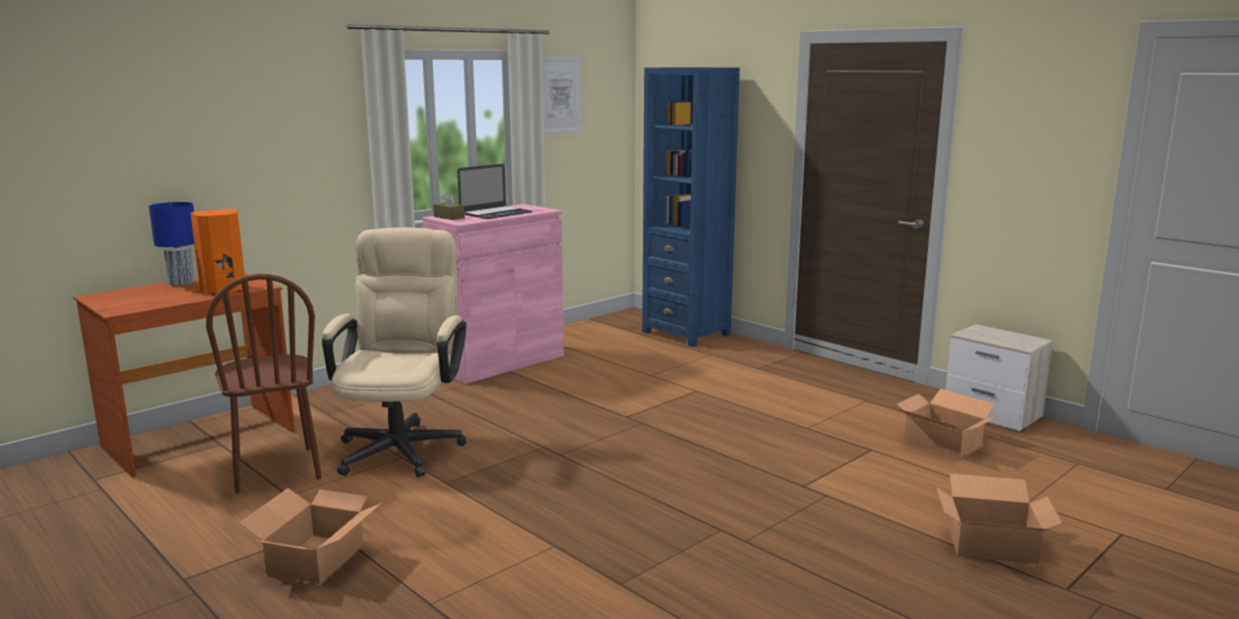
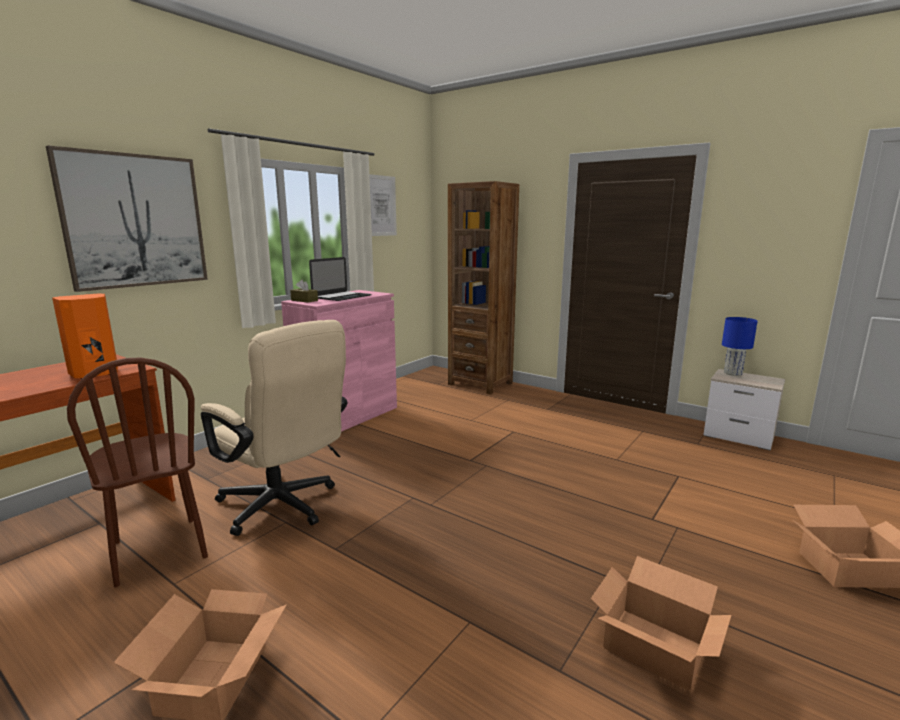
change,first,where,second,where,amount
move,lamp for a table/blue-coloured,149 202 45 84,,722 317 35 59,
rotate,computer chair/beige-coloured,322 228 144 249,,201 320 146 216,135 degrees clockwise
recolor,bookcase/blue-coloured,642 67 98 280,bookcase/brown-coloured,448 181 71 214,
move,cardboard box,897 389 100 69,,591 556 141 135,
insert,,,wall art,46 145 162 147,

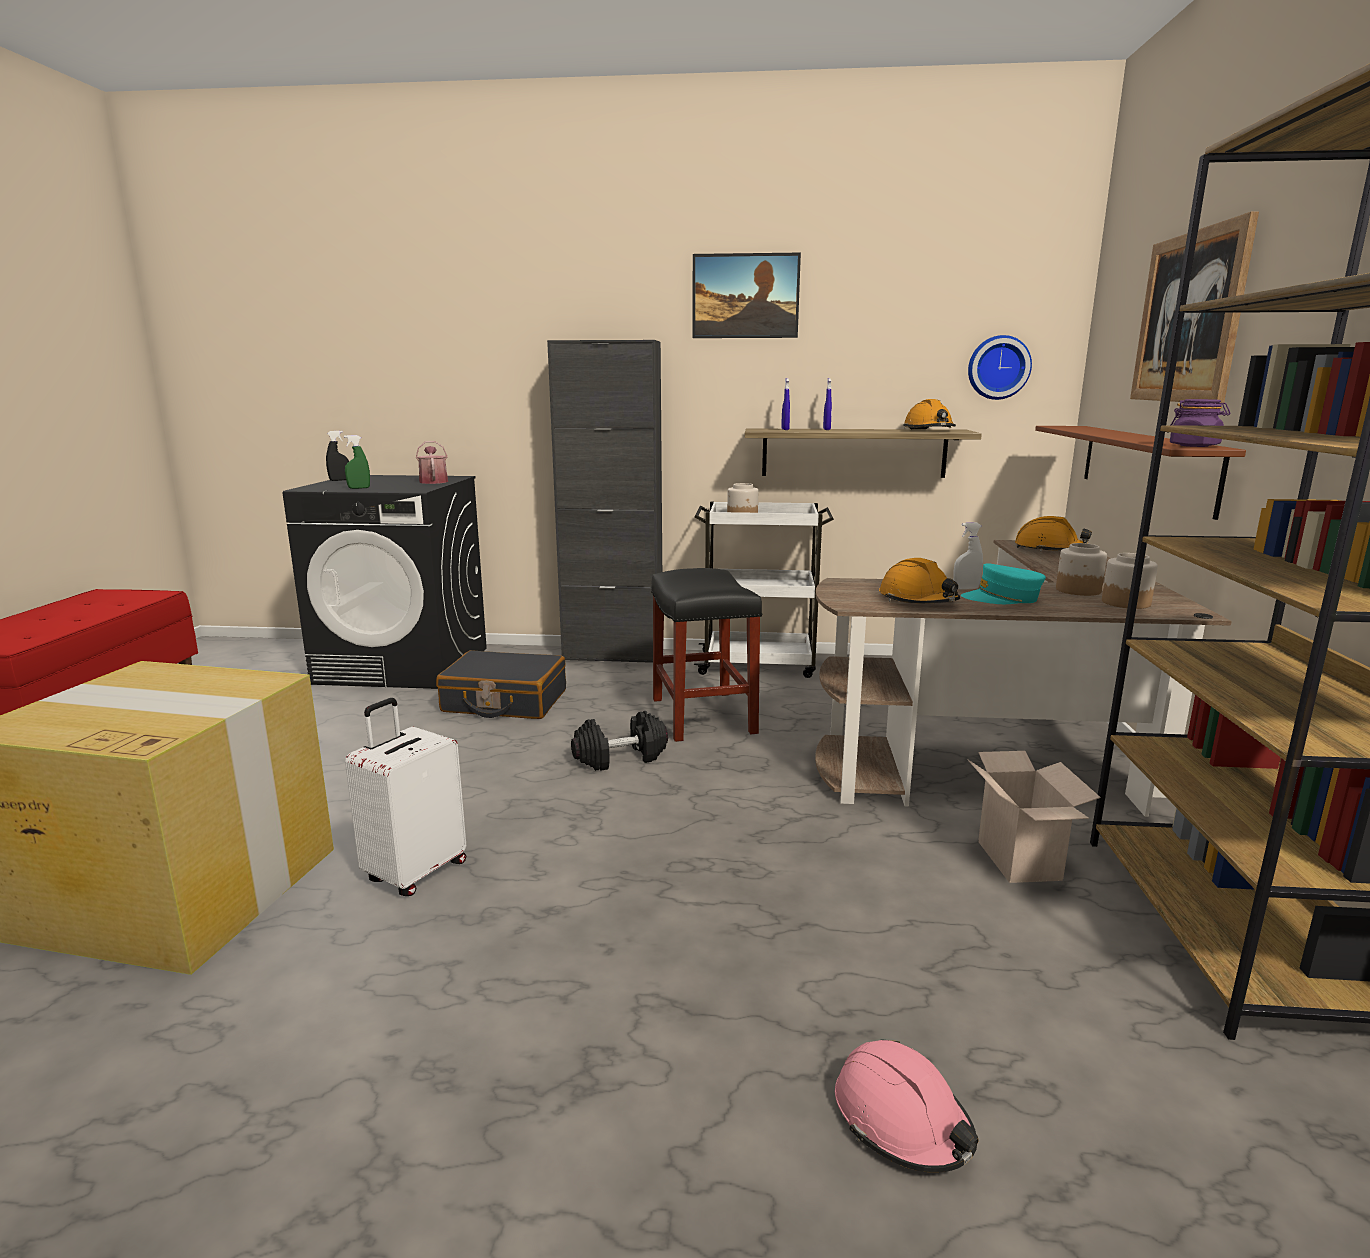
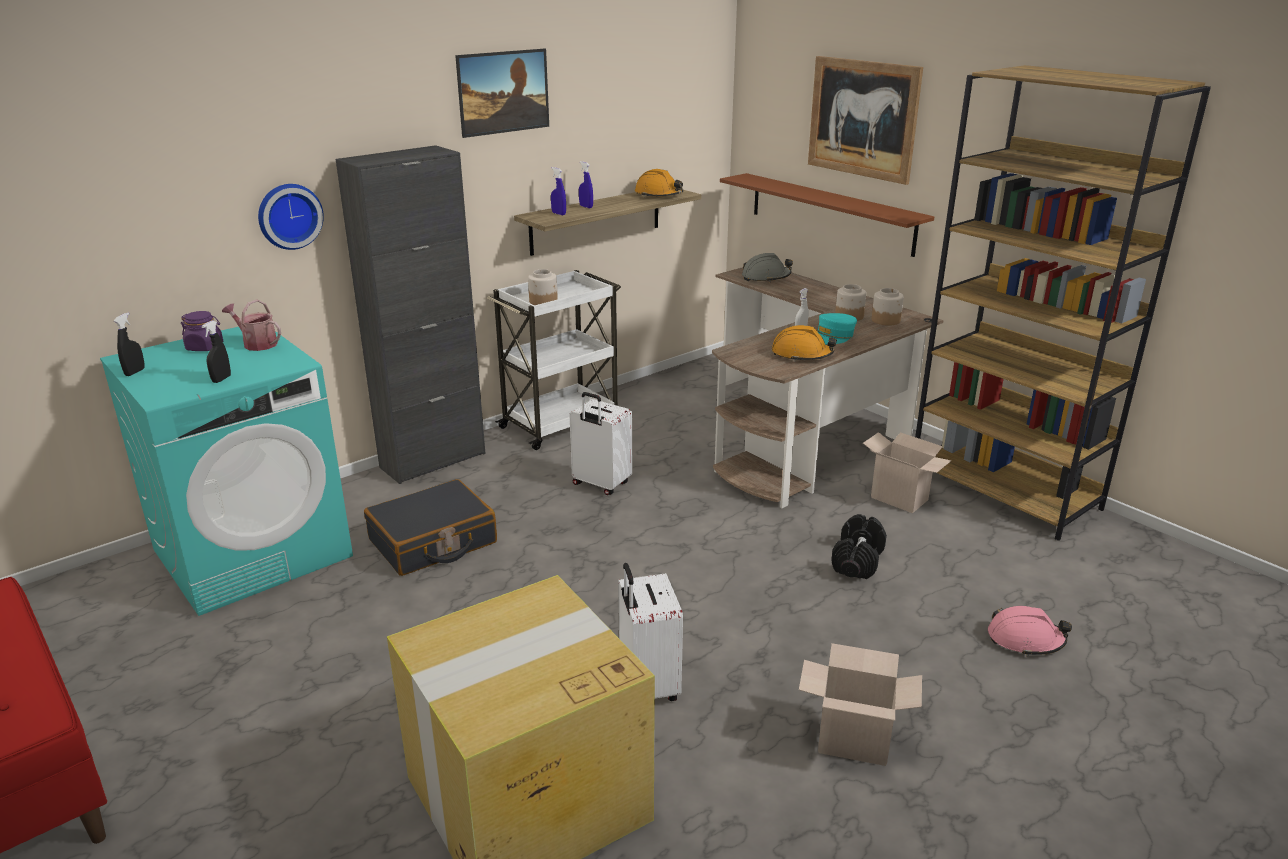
change,first,where,second,where,amount
recolor,washing machine/blackish,283 475 204 214,washing machine/turquoise-coloured,100 327 253 289,
recolor,sprayer/green-coloured,344 435 26 54,sprayer/blackish,202 321 29 62,
move,free weight/blackish,571 711 97 60,,831 514 56 65,
replace,stool seat/blackish,651 568 112 174,piece of luggage/white-coloured,569 392 64 103,
move,clock on the wall,968 335 64 65,,258 184 66 66,
recolor,safety helmet/orange,1015 516 77 36,safety helmet/grey,742 253 51 29,
move,preserve jar/purple-coloured,1170 399 60 48,,181 311 42 40,
insert,,,cardboard box,799 643 123 123,

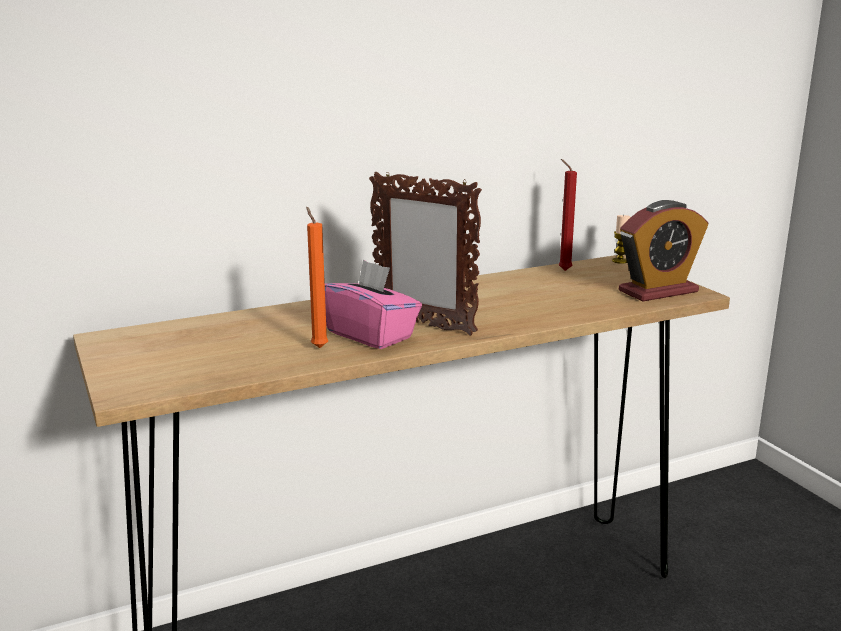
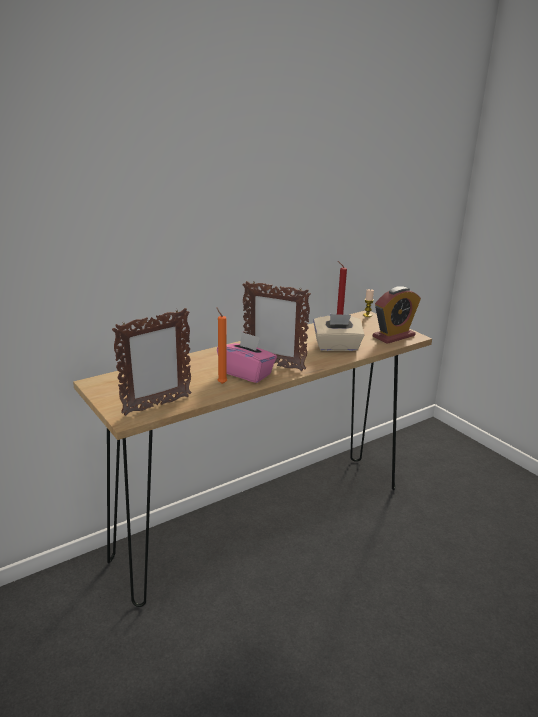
change,first,where,second,where,amount
insert,,,photo frame,112 308 80 108,
insert,,,tissue box/beige-coloured,313 314 52 37,

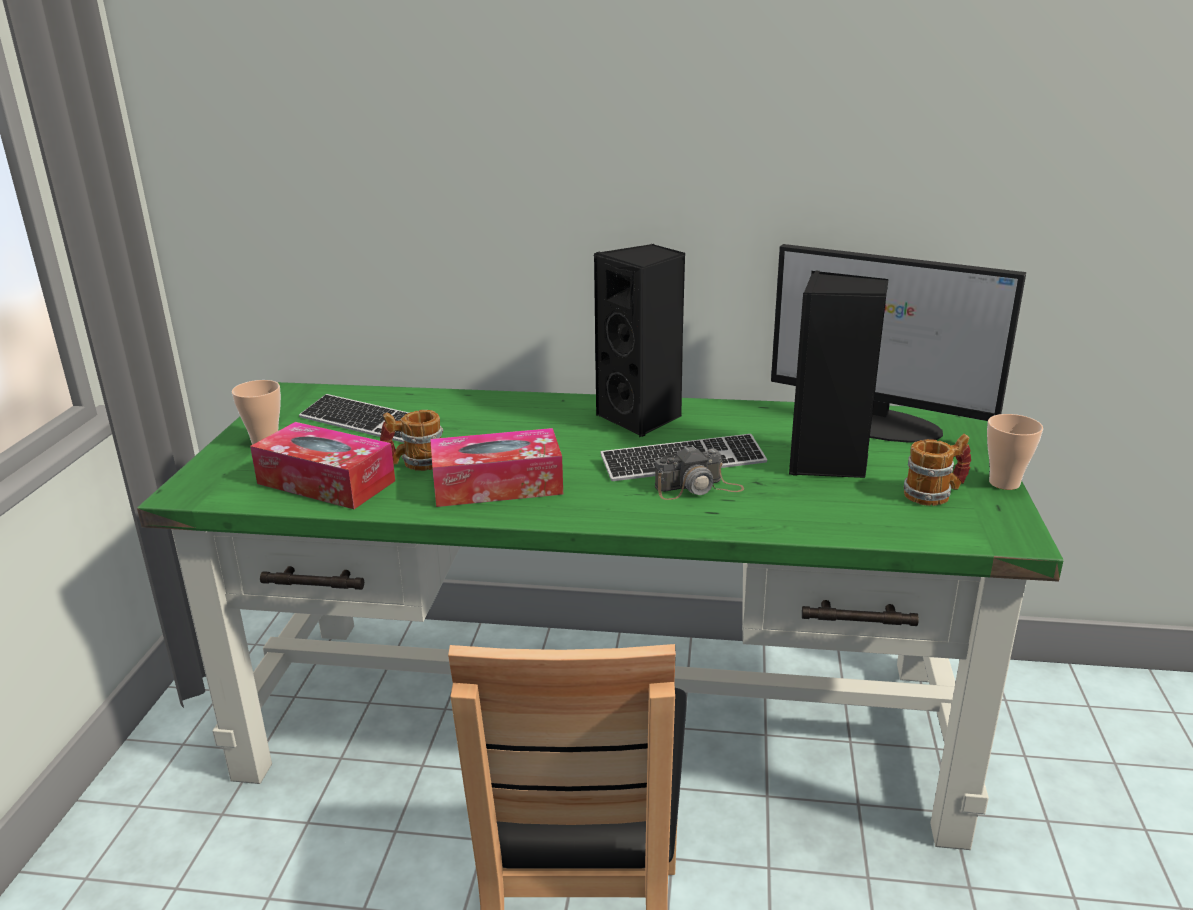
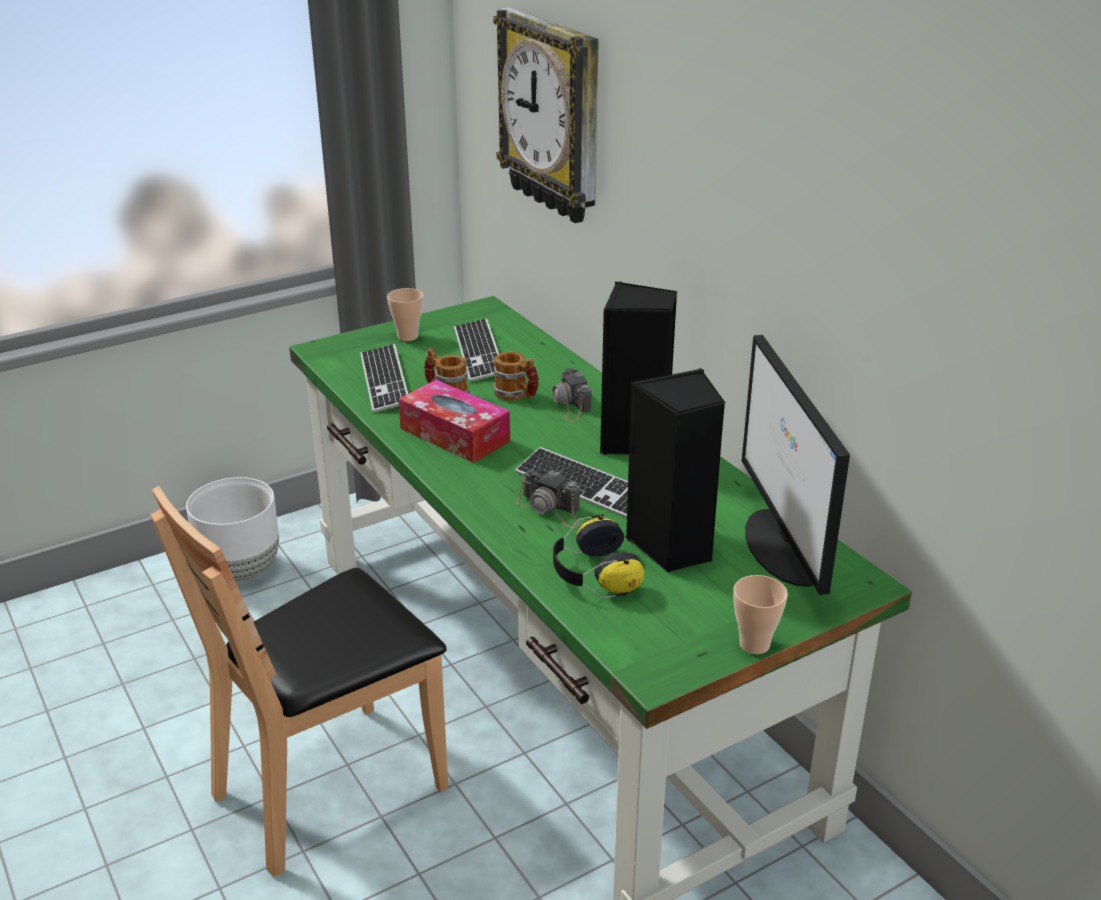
change,first,where,second,where,amount
replace,tissue box,250 422 145 87,computer keyboard,360 344 48 68,
move,coffee mug,904 434 67 72,,494 351 45 50,
insert,,,flower pot/white-coloured,186 477 93 104,
insert,,,clock on the wall,493 7 106 216,
insert,,,photo camera,551 368 41 53,
insert,,,pair of headphones,553 514 91 84,

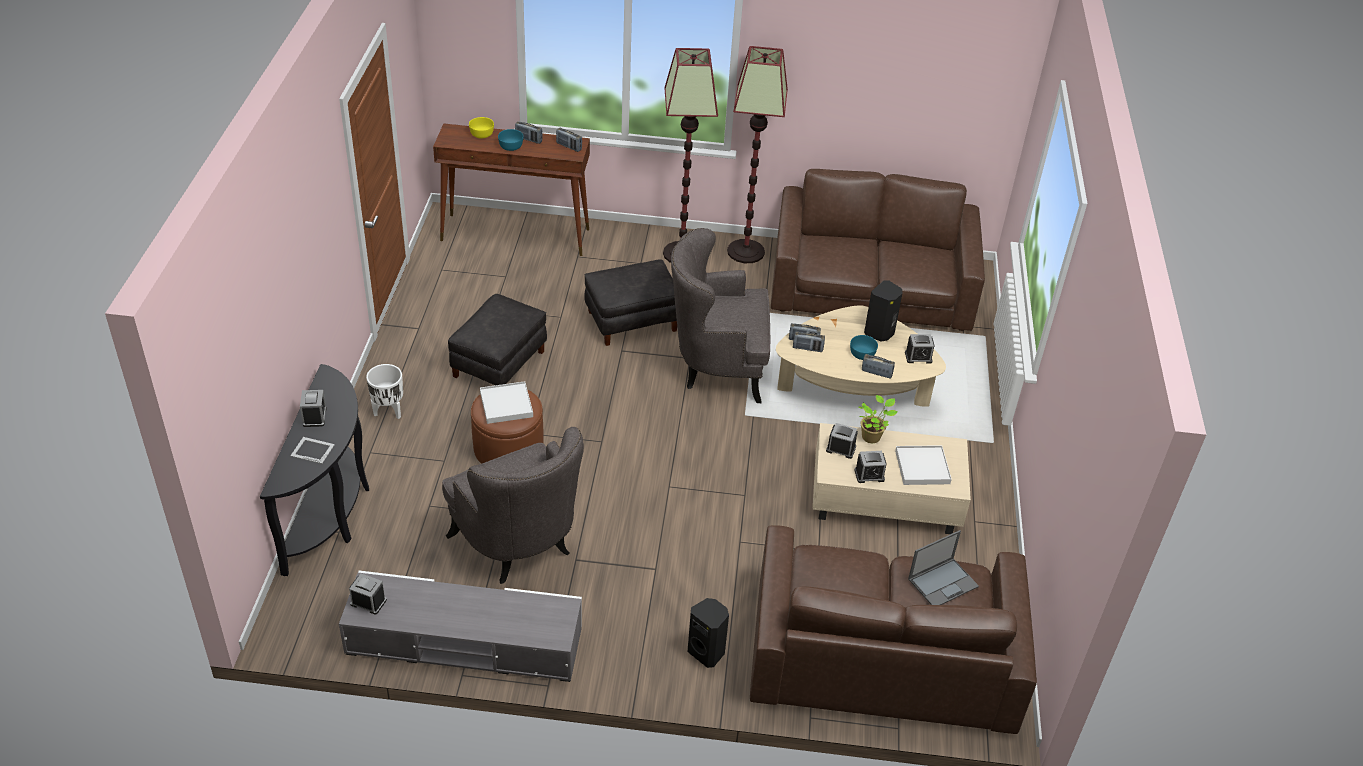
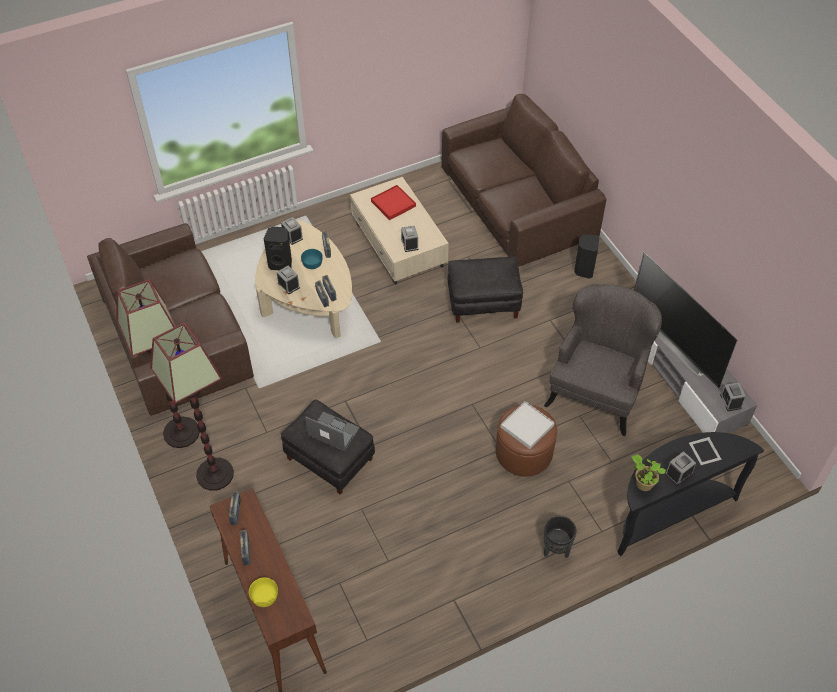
change,first,where,second,where,amount
recolor,flower pot/white-coloured,366 364 37 55,flower pot/blackish,544 516 33 42,
move,footrest/blackish,448 294 99 91,,448 256 75 67,
delete,bowl/turquoise-coloured,498 129 25 22,,,
delete,armchair/grey,671 228 99 175,,,
move,alarm clock,854 451 33 32,,277 265 23 29,
move,plant in a pot,858 395 39 48,,632 454 34 37,
recolor,tray/white-coloured,895 445 57 40,tray/red,371 185 45 35,
move,notebook computer,908 530 71 75,,305 412 55 39,
insert,,,TV set,634 252 103 136,

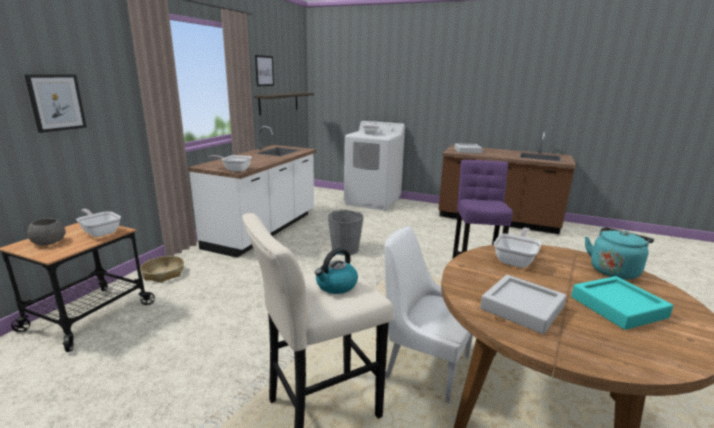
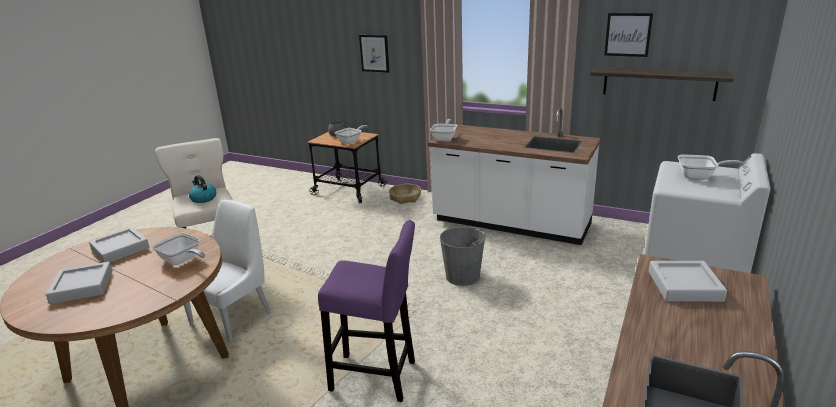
change,first,where,second,where,amount
recolor,tray/turquoise-coloured,571 276 103 54,tray/grey,46 262 67 42,
delete,water kettle/turquoise-coloured,585 227 69 53,,,

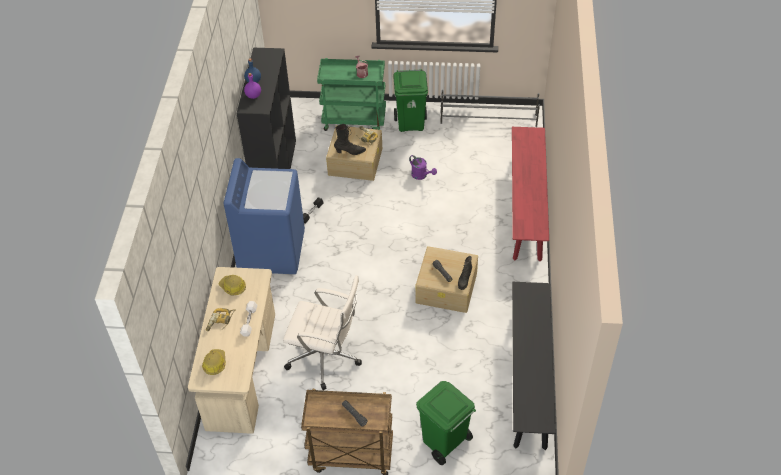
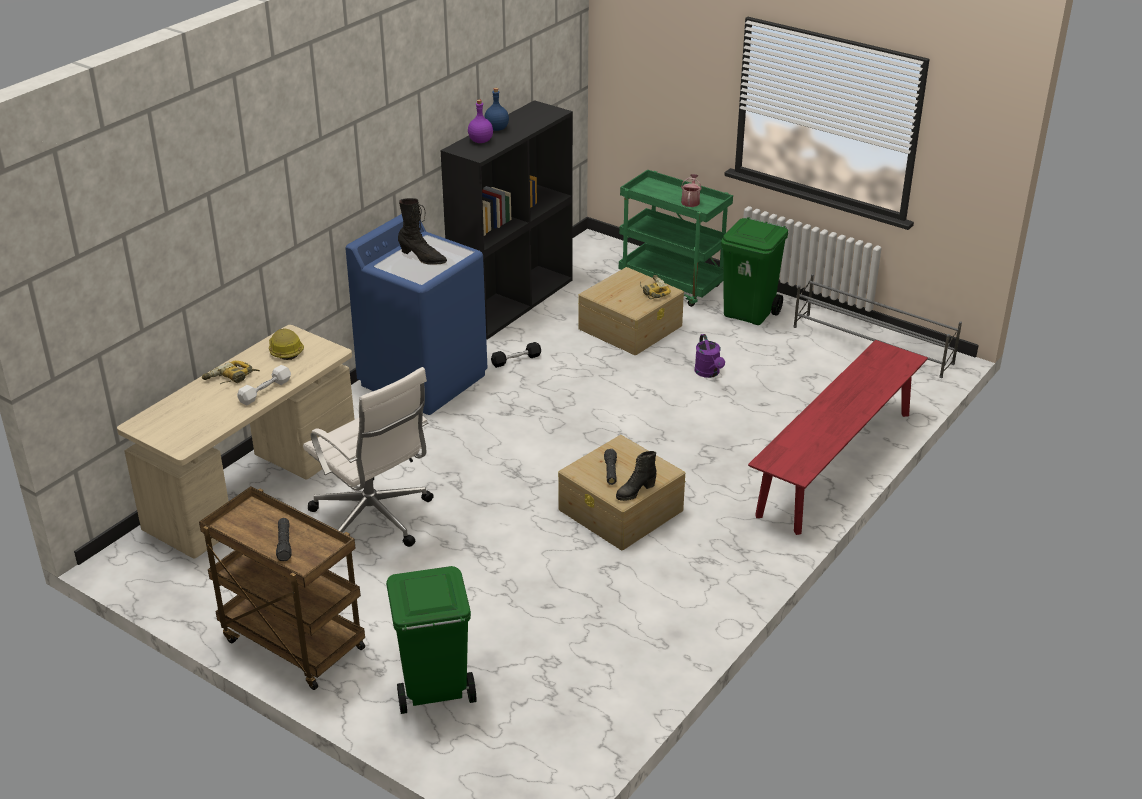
change,first,where,second,where,amount
delete,safety helmet,202 349 24 26,,,
move,boot/blackish,334 124 32 31,,398 198 49 67,
delete,long seat/blackish,512 282 44 168,,,

